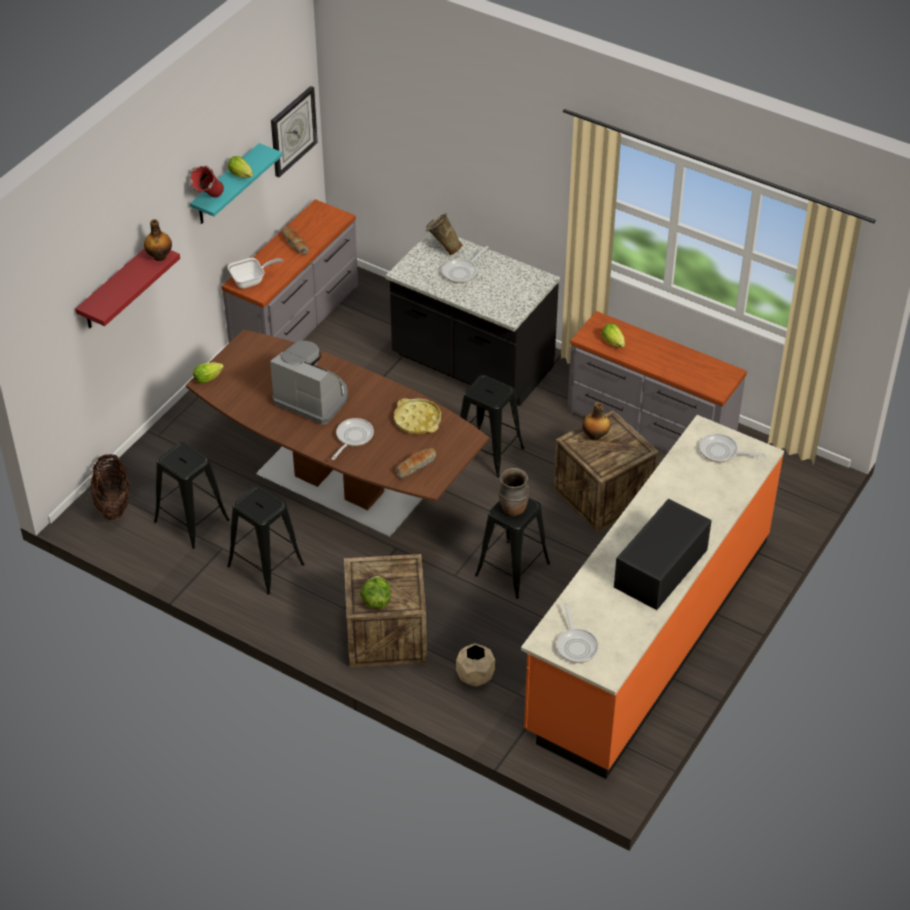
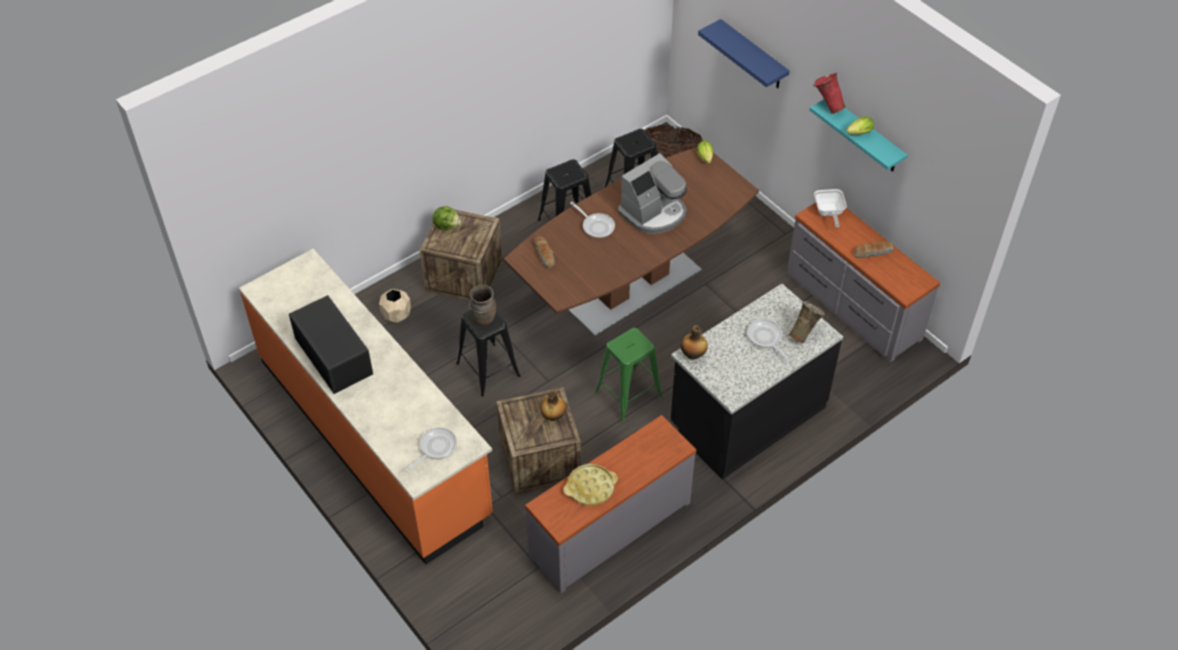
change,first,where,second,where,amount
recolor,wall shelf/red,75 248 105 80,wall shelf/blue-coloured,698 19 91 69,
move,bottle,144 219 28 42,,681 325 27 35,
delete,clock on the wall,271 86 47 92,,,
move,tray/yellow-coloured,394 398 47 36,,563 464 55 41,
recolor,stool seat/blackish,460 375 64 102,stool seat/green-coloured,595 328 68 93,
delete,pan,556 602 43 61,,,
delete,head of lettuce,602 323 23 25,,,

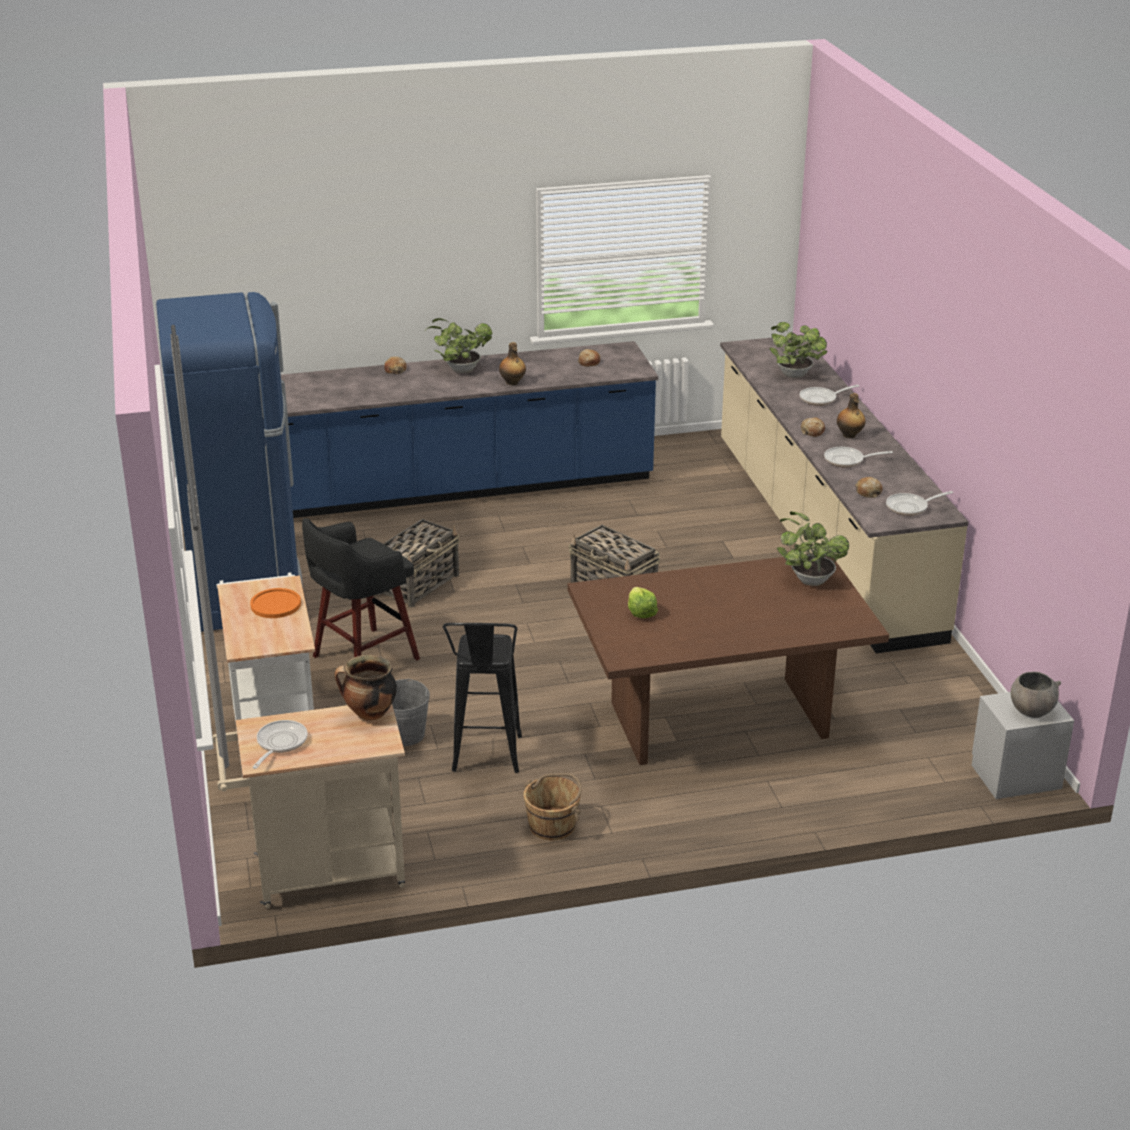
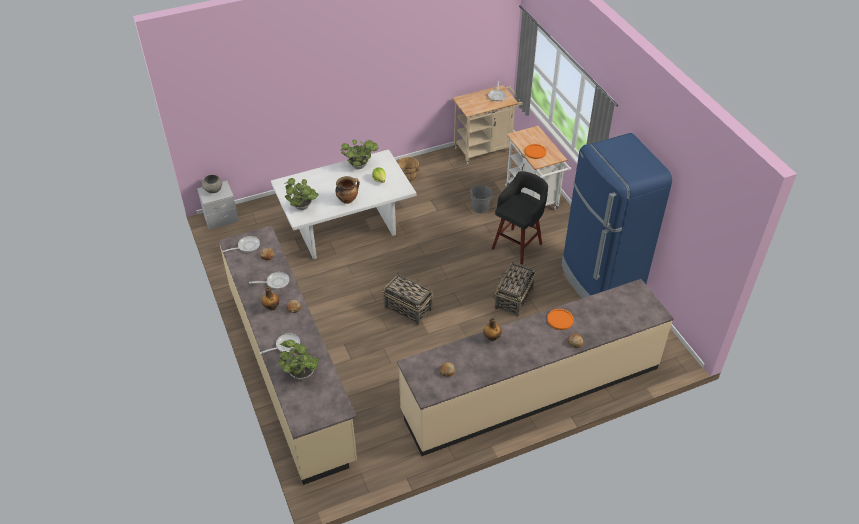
change,first,where,second,where,amount
recolor,counter/blue-coloured,281 341 377 177,counter/beige-coloured,397 279 277 177,
move,saucepot,335 655 62 66,,335 176 25 28,
move,plant in a pot,427 318 66 55,,341 140 37 29,
delete,stool seat/blackish,443 623 79 150,,,
recolor,kitchen table/brown-coloured,568 554 321 211,kitchen table/white-coloured,271 149 145 110,
insert,,,plate/orange,547 309 27 21,

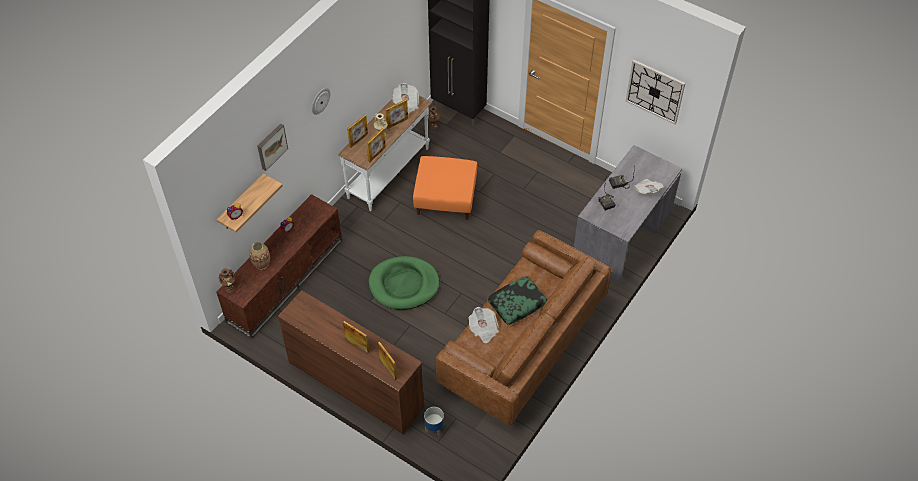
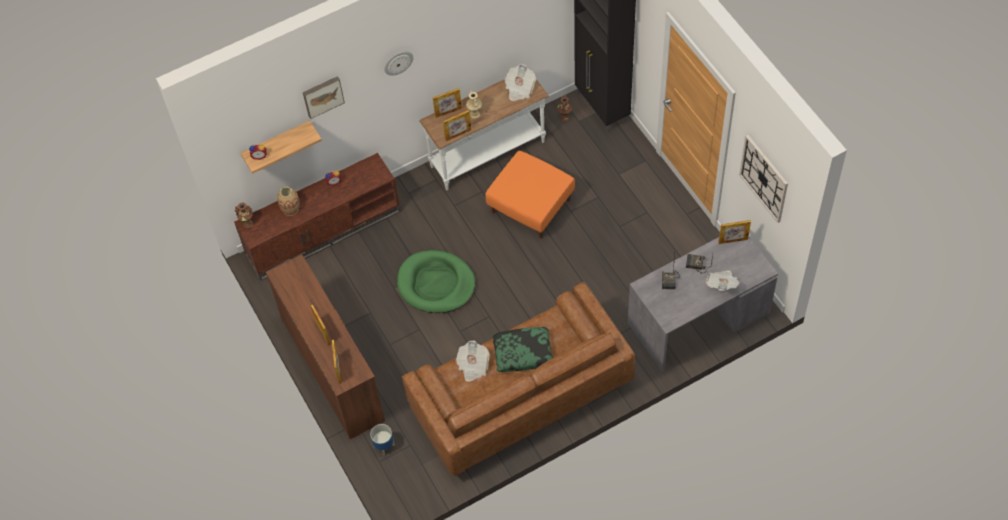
change,first,where,second,where,amount
move,photo frame,385 99 23 30,,718 220 33 24,

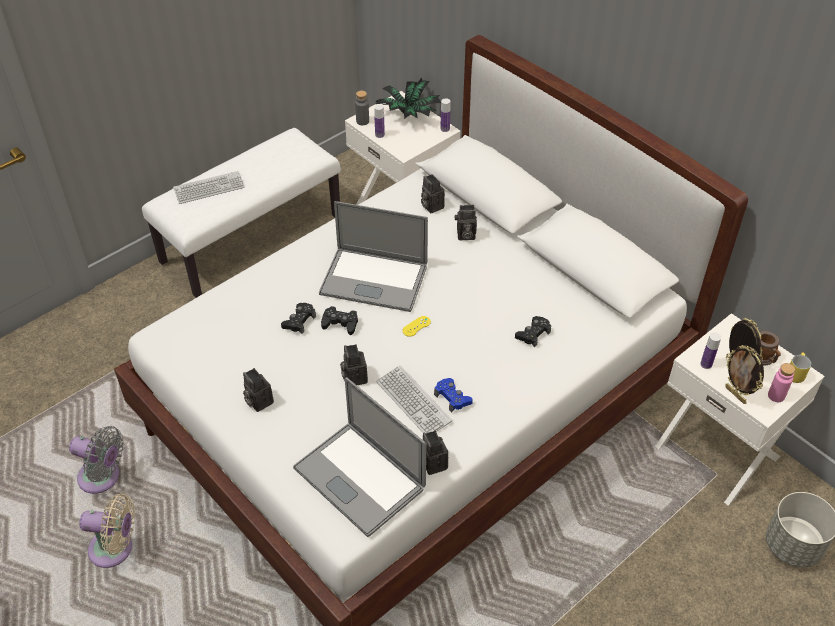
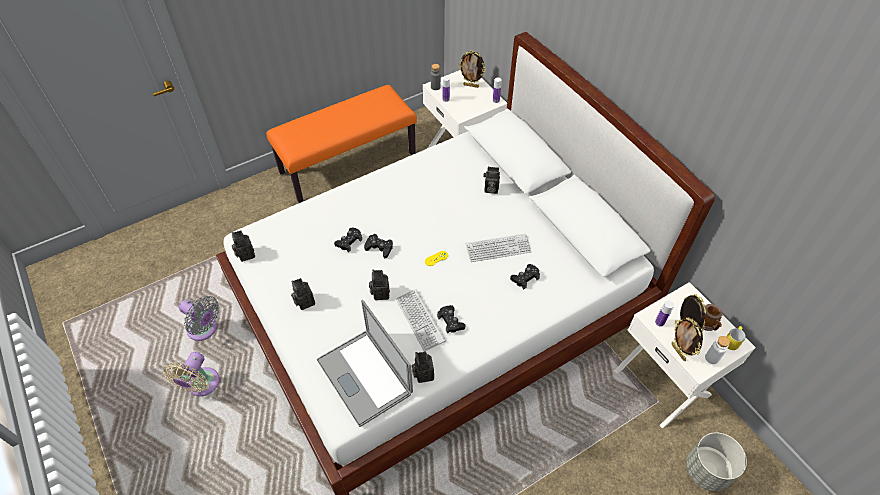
change,first,where,second,where,amount
rotate,cooling fan/beige-coloured,79 493 56 75,,163 351 56 45,90 degrees clockwise
recolor,long seat/white-coloured,142 128 199 170,long seat/orange,266 85 151 118,
move,computer keyboard,173 171 72 33,,466 233 66 29,
delete,notebook computer,319 201 109 111,,,
replace,plant in a pot,375 78 66 41,photo frame,458 51 28 37,
move,photo camera,421 174 24 39,,232 230 23 32,
recolor,gamepad/blue-coloured,434 378 39 34,gamepad/blackish,437 305 28 29,
recolor,bottle/pink-coloured,768 363 27 39,bottle/white-coloured,705 336 25 28,

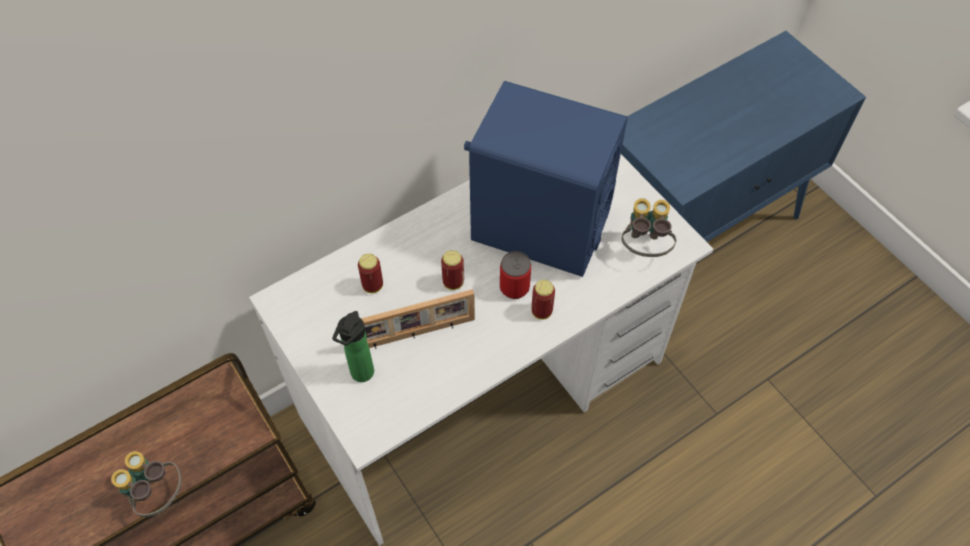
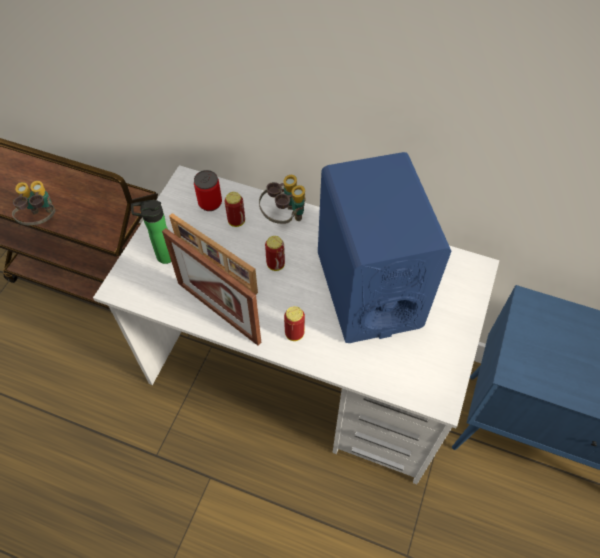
change,first,where,second,where,amount
move,sealed can,500 251 31 48,,194 170 28 41,
move,binoculars,622 198 54 59,,259 175 47 49,
insert,,,photo frame,162 228 99 118,

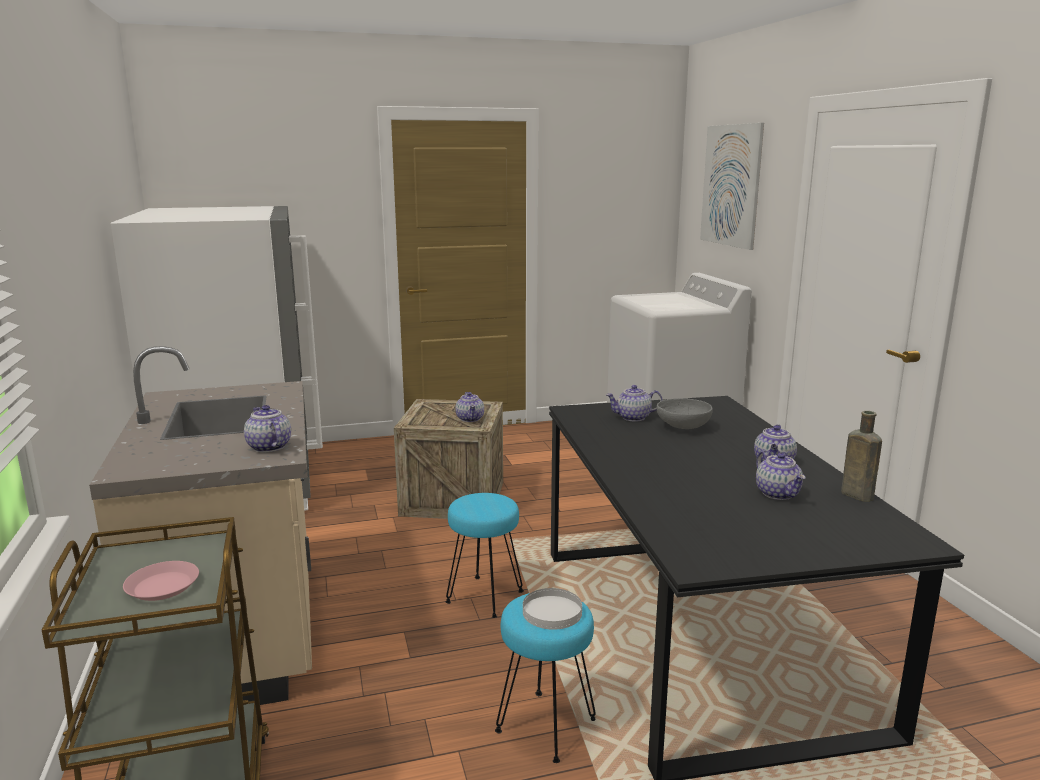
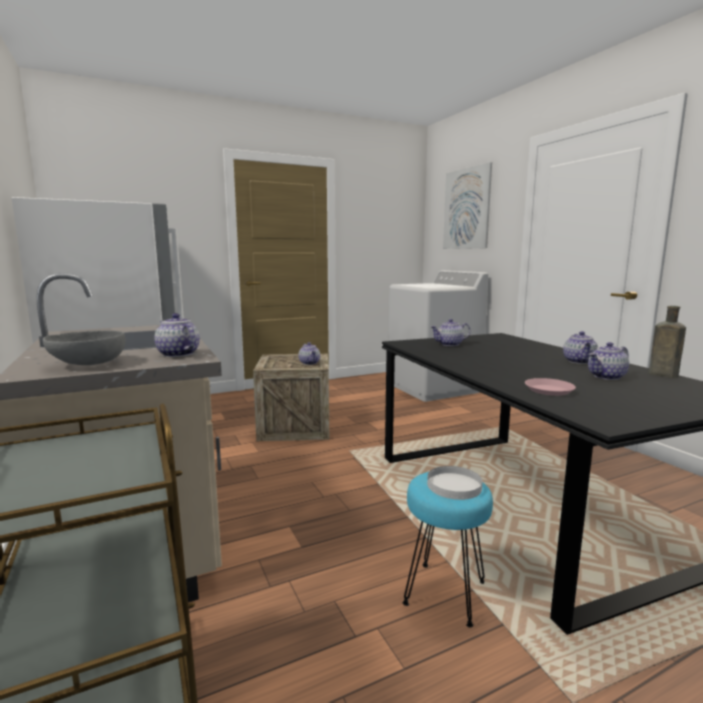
change,first,where,second,where,amount
move,plate/pink-coloured,123 561 76 40,,525 378 51 18,
delete,stool seat/turquoise-coloured,445 493 79 125,,,
move,bowl/grey,656 398 57 31,,43 330 83 35,
rotate,tea pot,756 451 50 49,,588 342 41 38,90 degrees clockwise

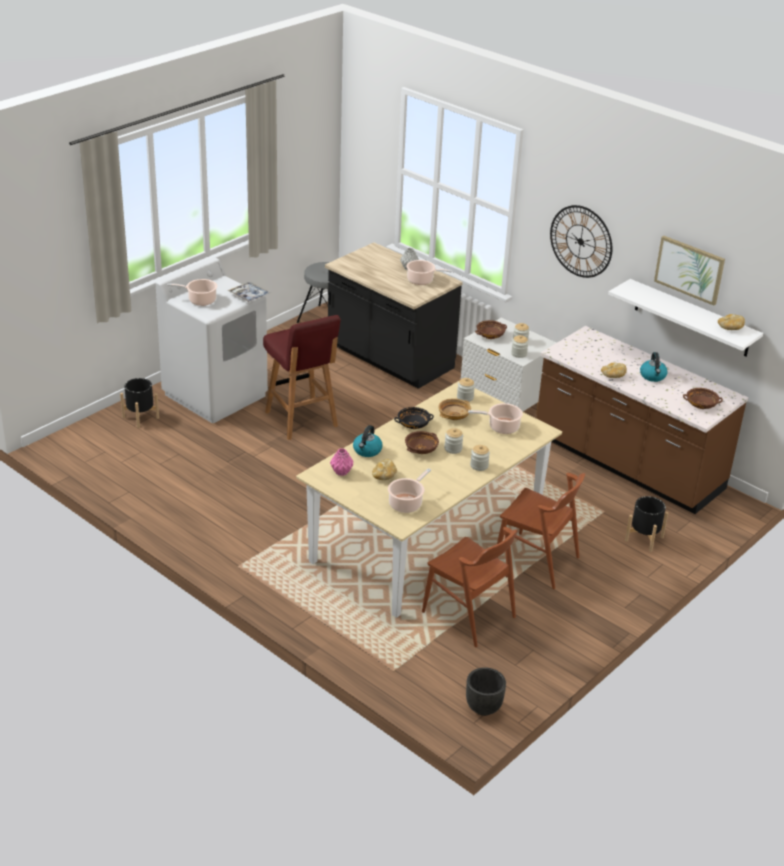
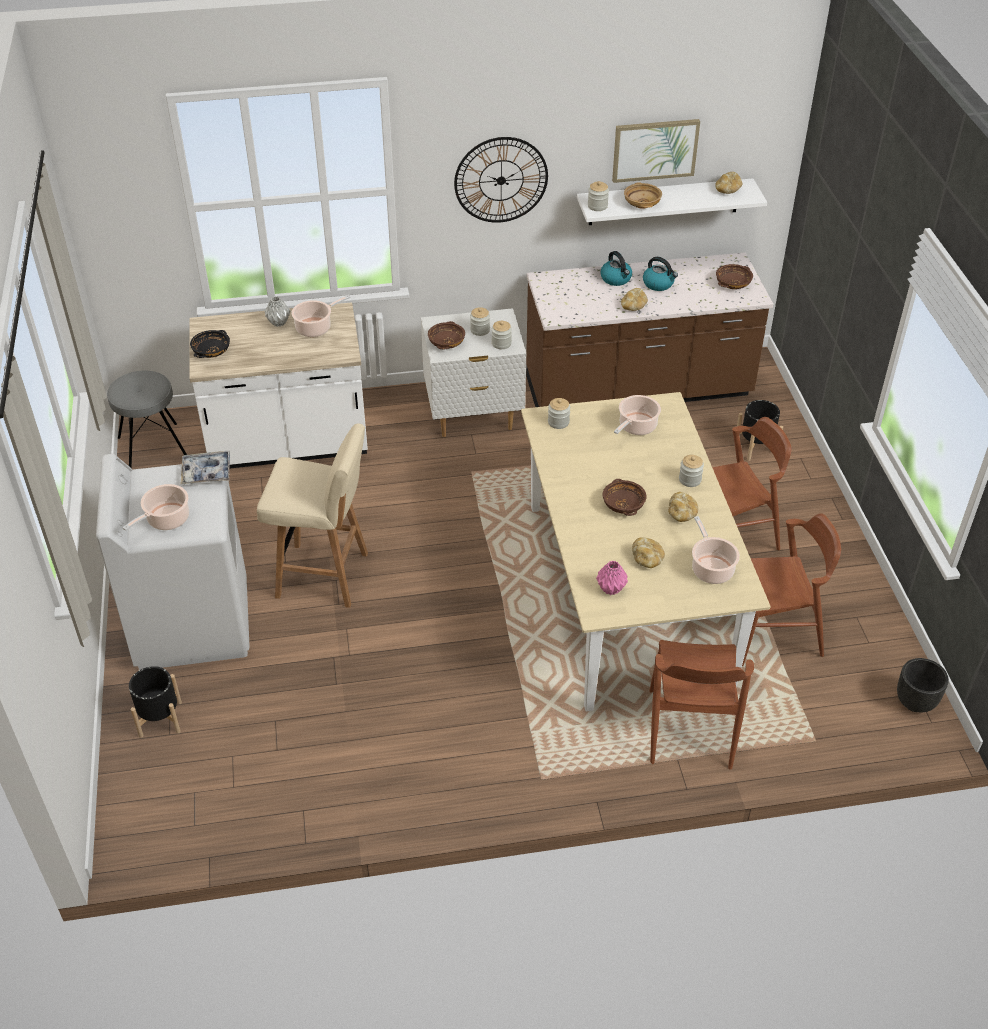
change,first,where,second,where,amount
recolor,stool seat/red,263 315 78 125,stool seat/beige-coloured,257 423 111 185,
recolor,counter/blackish,325 242 138 147,counter/white-coloured,190 302 178 166,
move,water kettle,353 425 29 32,,600 251 32 35,
move,bowl/blackish,394 407 40 22,,190 330 40 28,
move,bowl/beige-coloured,438 398 33 22,,624 182 38 27,
move,preserve jar,444 428 19 26,,588 181 21 30,
insert,,,plain chair/brown-coloured,649 640 105 129,
insert,,,bakery bread,668 492 30 30,

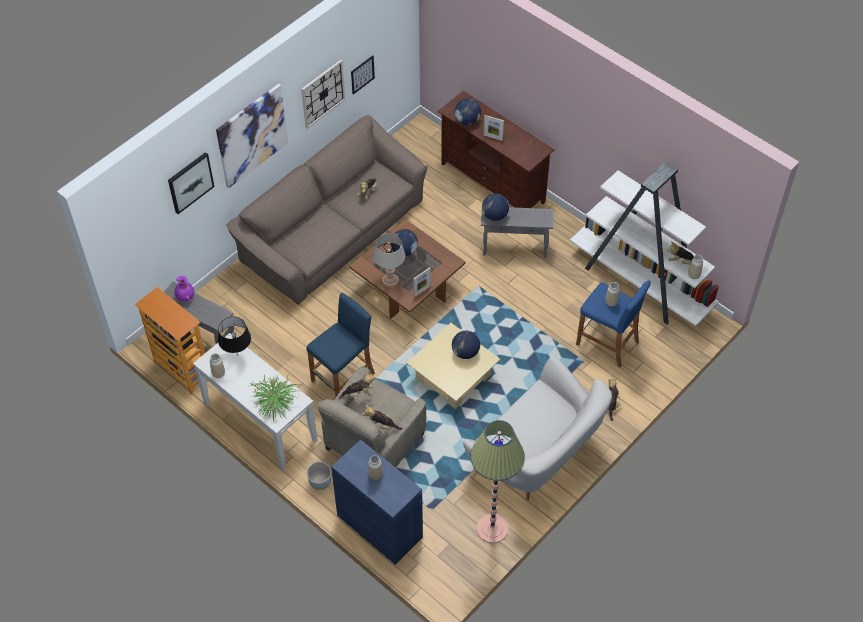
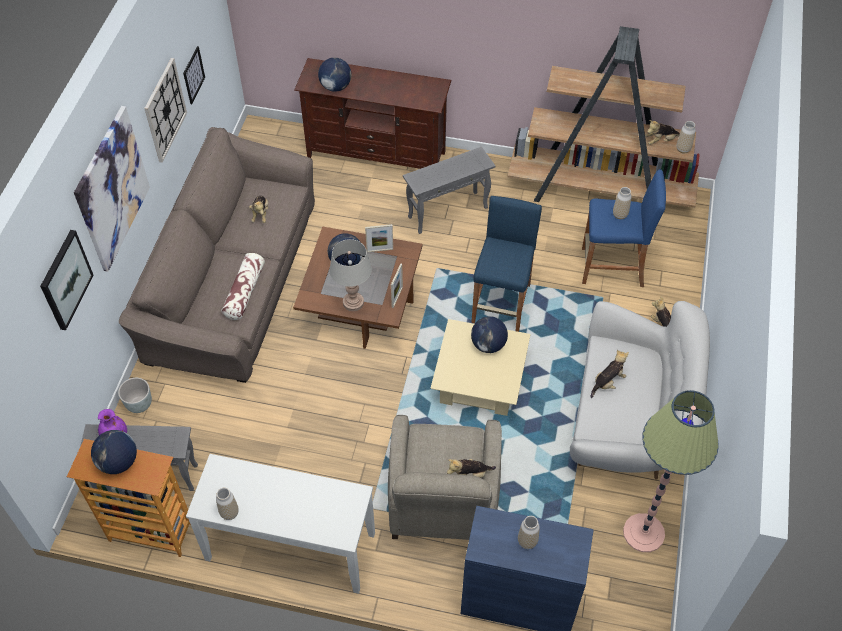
change,first,where,second,where,amount
delete,lamp for a table/blackish,218 317 33 37,,,
delete,plant in a pot,249 373 49 49,,,
move,stool seat/blue-coloured,306 293 69 104,,471 196 71 136,
move,flower pot/grey,307 461 24 29,,118 378 34 35,
move,plush toy,339 372 37 28,,590 350 39 48,
move,globe,482 193 27 28,,91 430 46 44,
move,photo frame,483 115 21 26,,365 224 28 28,
recolor,bookcase/white-coloured,570 162 149 164,bookcase/brown-coloured,508 26 192 182,
insert,,,cushion,222 253 43 67,

